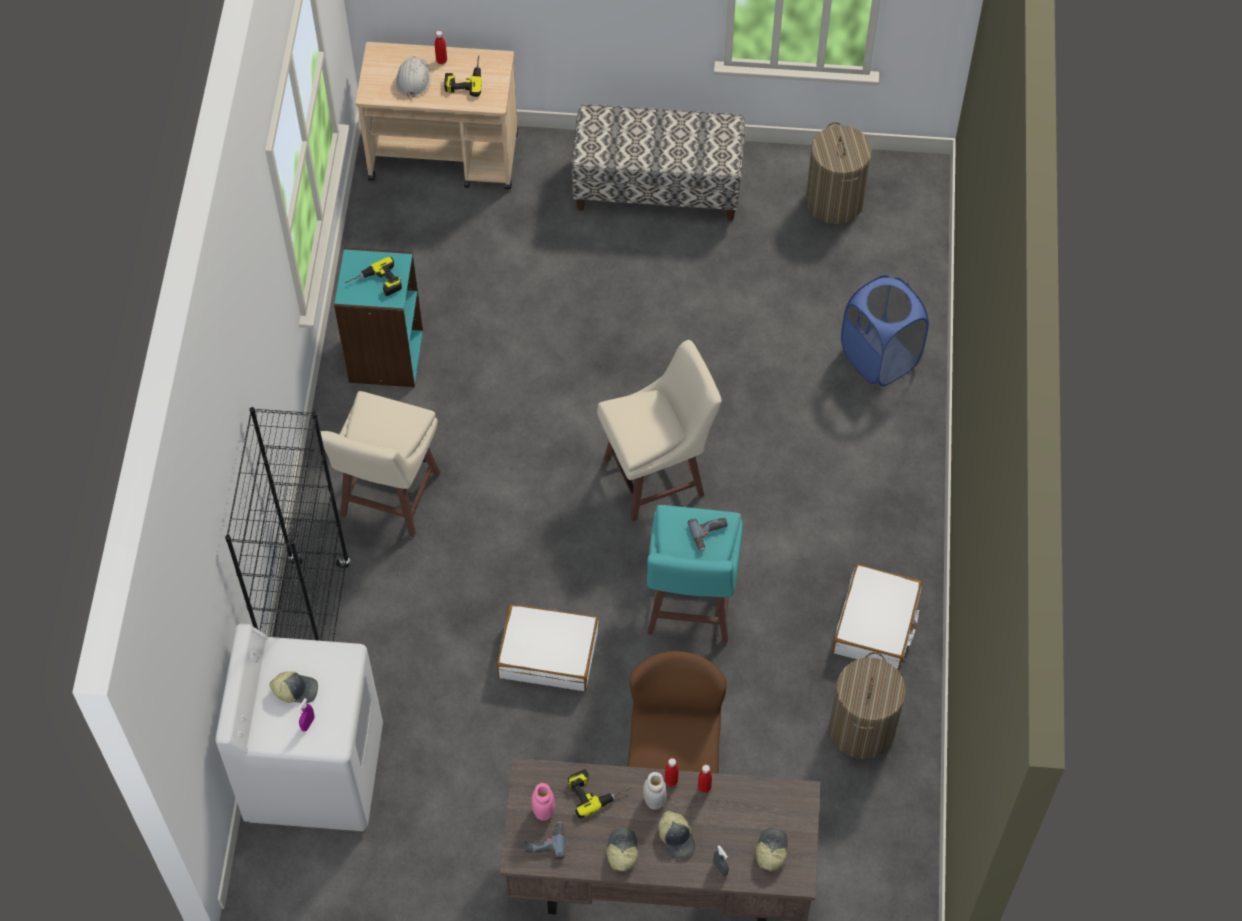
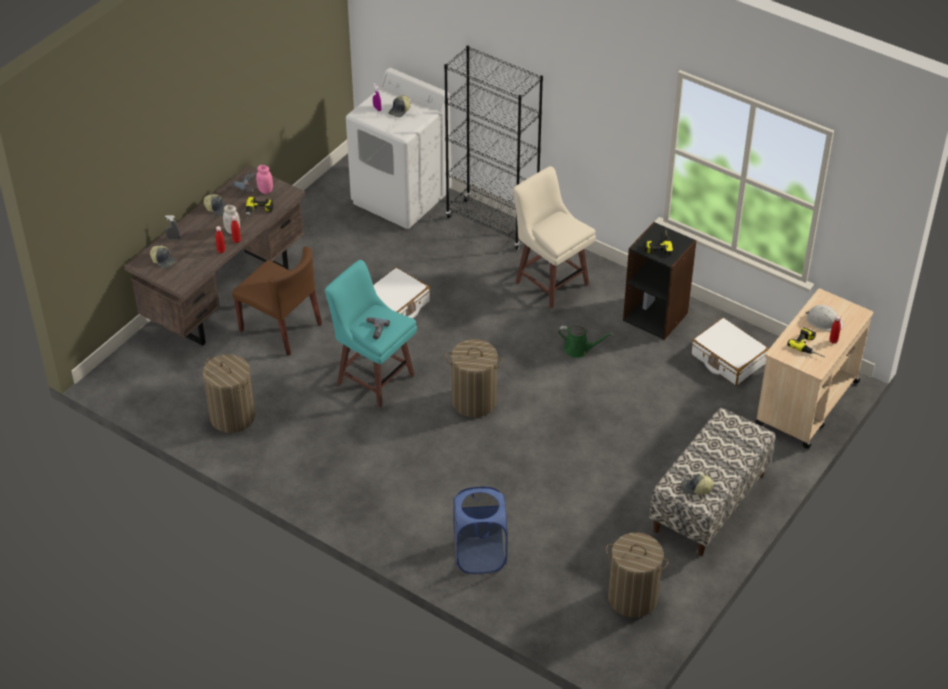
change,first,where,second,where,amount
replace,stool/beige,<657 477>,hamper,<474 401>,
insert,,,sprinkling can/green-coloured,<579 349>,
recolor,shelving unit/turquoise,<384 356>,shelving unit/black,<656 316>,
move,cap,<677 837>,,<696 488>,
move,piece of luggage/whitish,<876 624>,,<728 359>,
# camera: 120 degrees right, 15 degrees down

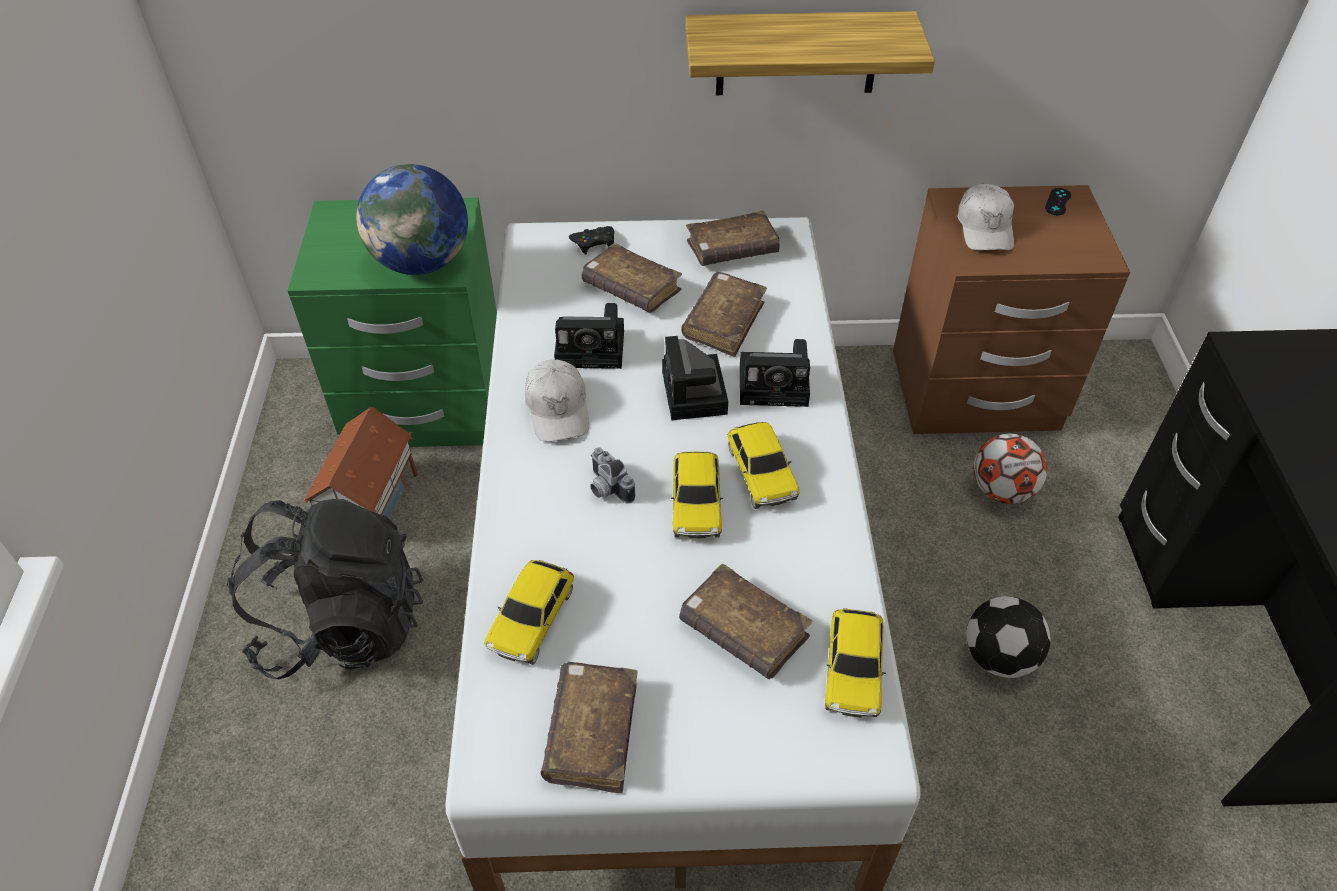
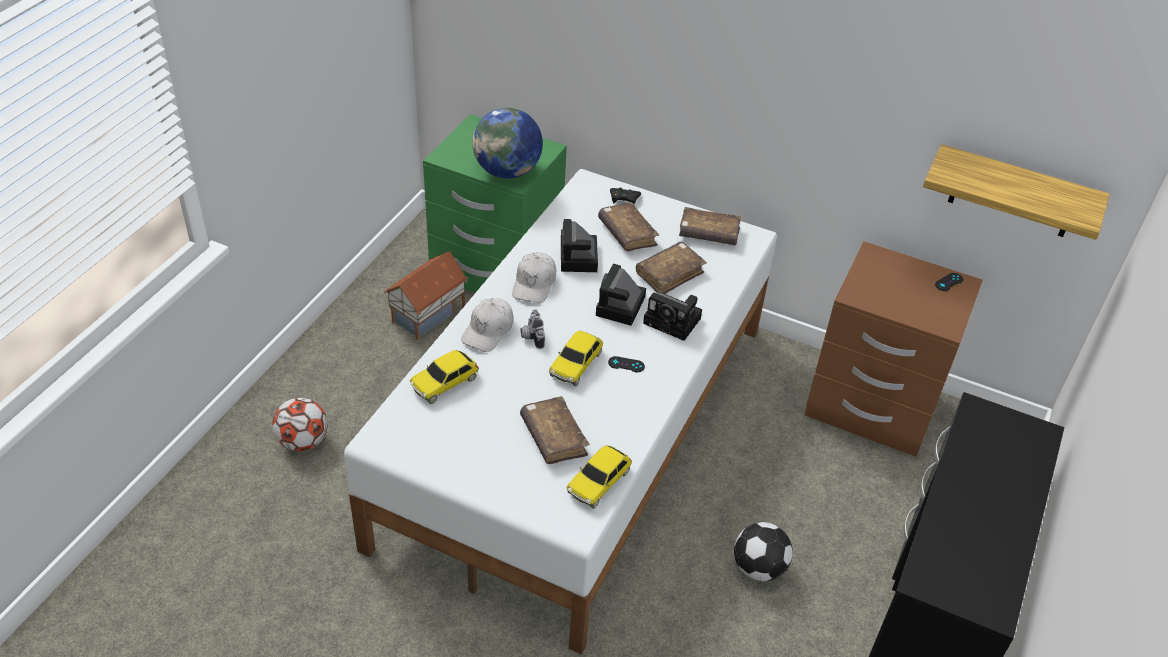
change,first,where,second,where,amount
move,ball for football,<1001 490>,,<303 441>,
move,cap/whitish,<985 228>,,<488 330>,
rotate,photo camera,<594 348>,,<579 259>,60 degrees clockwise
replace,toy car,<761 473>,game controller/black,<626 364>,
move,shelf,<797 53>,,<1014 193>,
delete,knapsack/black,<343 624>,,,
delete,book/brown,<592 733>,,,
# camera: 25 degrees right, 5 degrees down

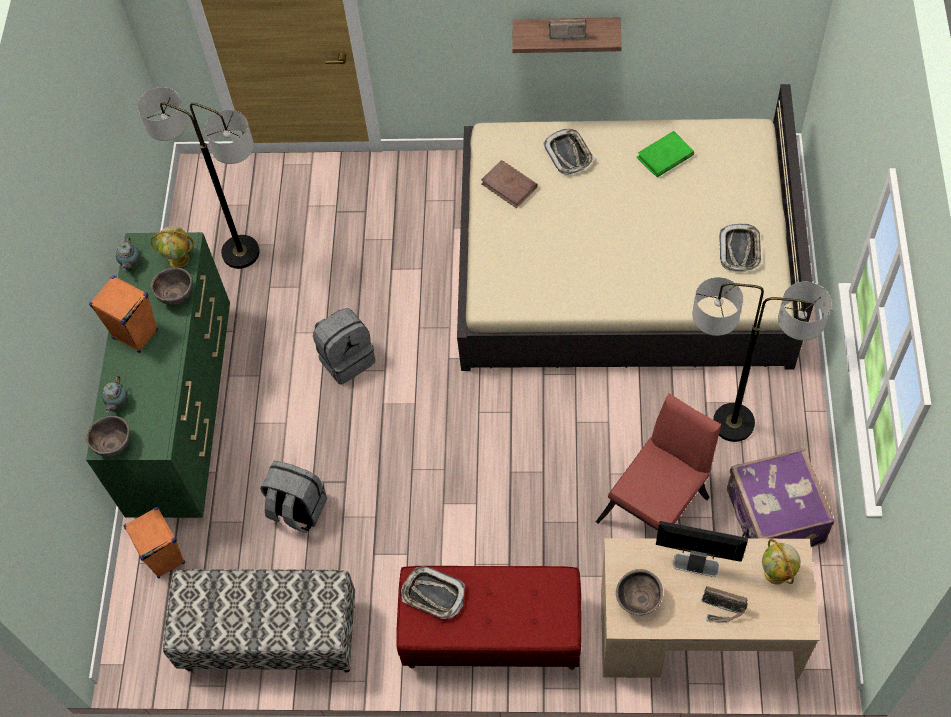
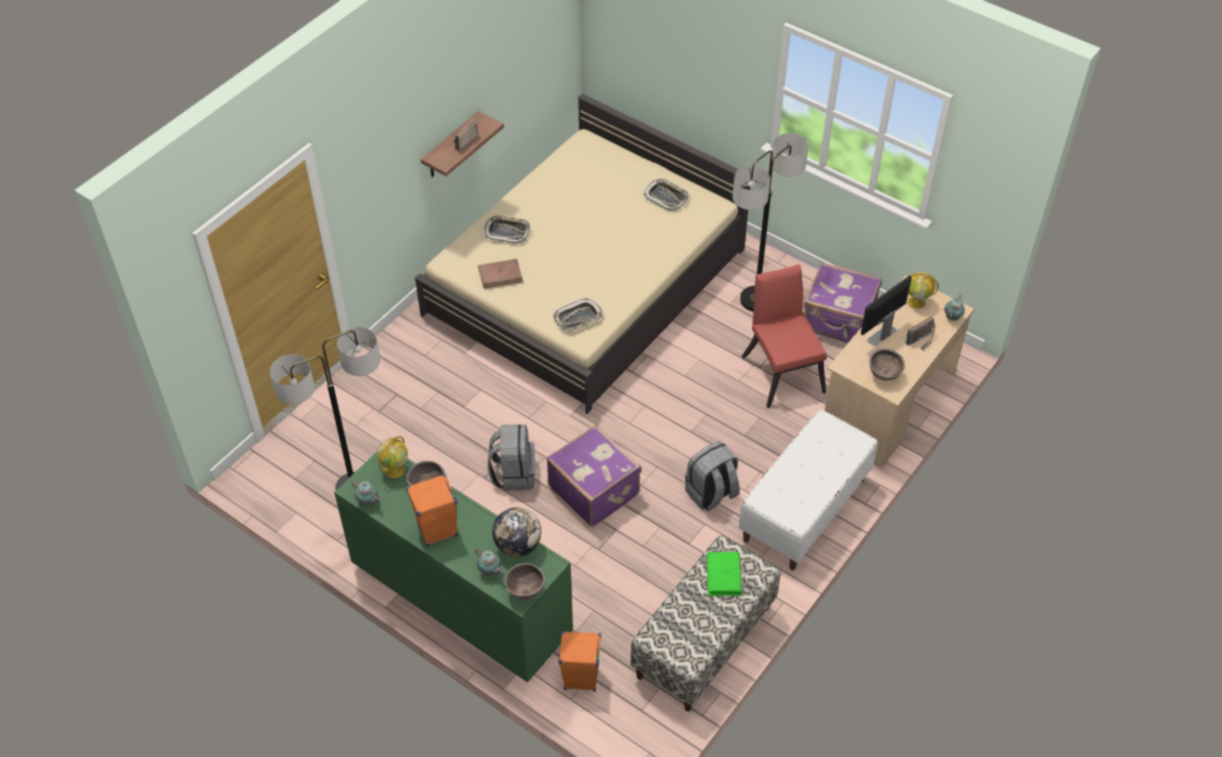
change,first,where,second,where,amount
insert,,,globe,<518 545>,
insert,,,piece of luggage/purple,<594 489>,
move,tray,<433 594>,,<578 318>,
move,knapsack/grey,<297 509>,,<711 494>,
move,book/green-coloured,<665 156>,,<723 576>,
recolor,bench/red-coloured,<491 634>,bench/whitish,<804 510>,
insert,,,pot for tea,<952 317>,
# camera: 60 degrees left, 10 degrees down

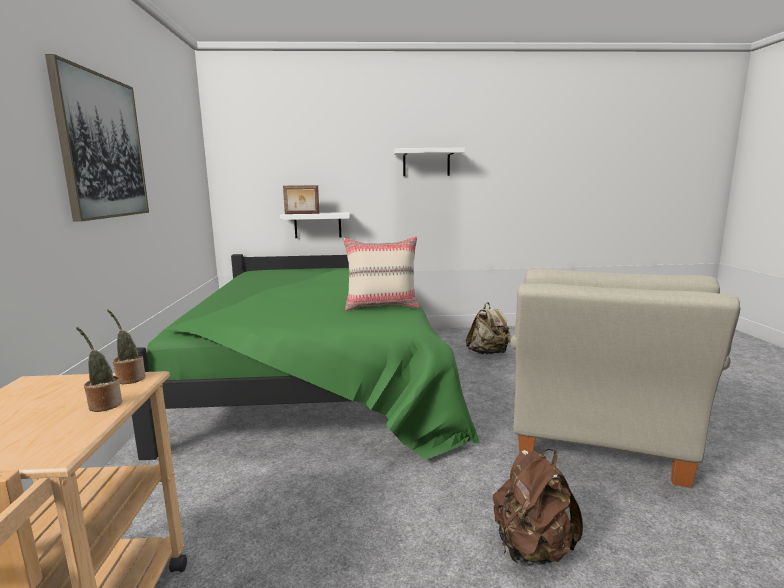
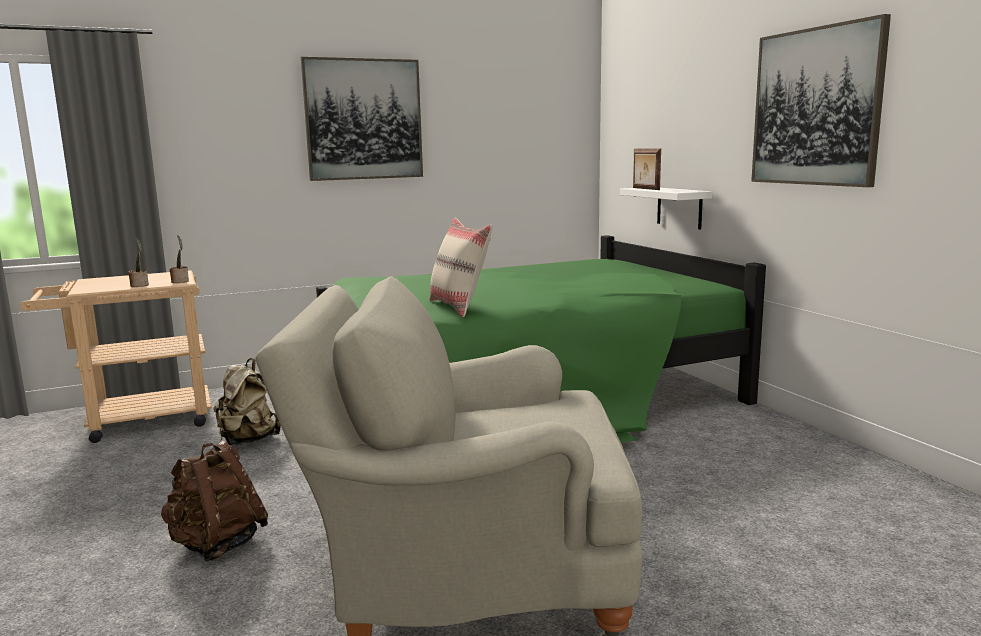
change,first,where,second,where,amount
move,knapsack/beige,<488 353>,,<248 440>,
replace,shelf/whitish,<426 163>,wall picture,<816 107>,
# camera: 70 degrees right, 0 degrees up

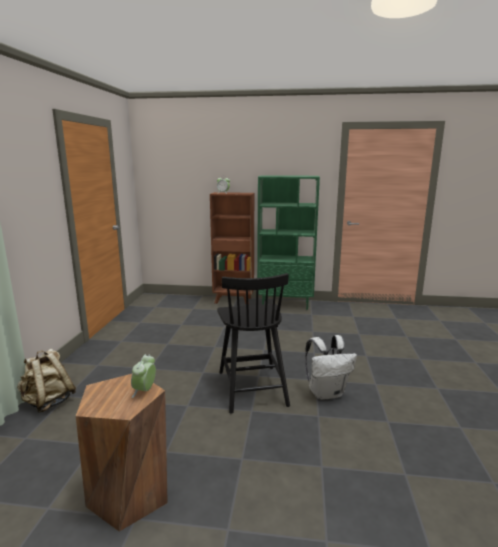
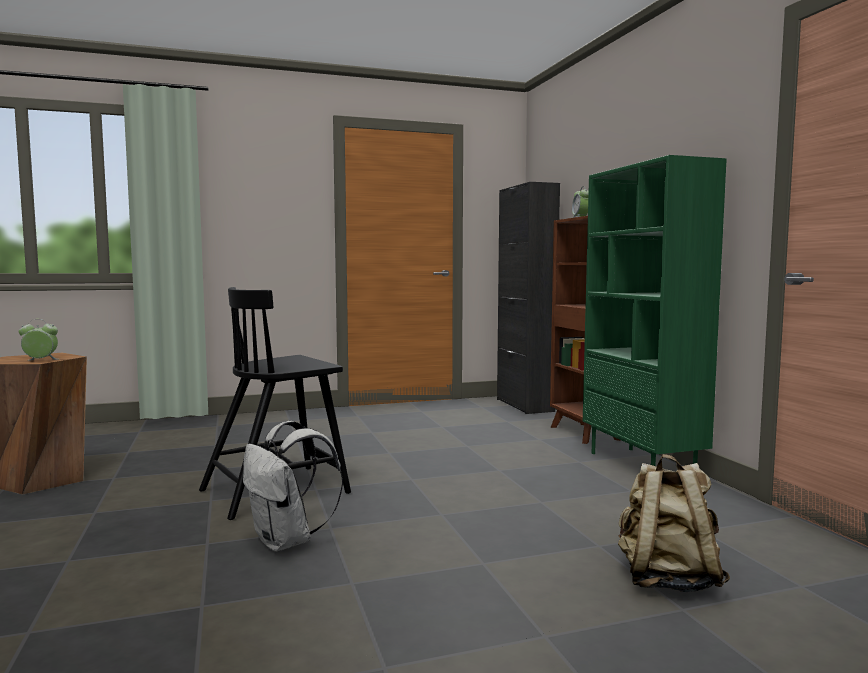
change,first,where,second,where,amount
insert,,,cupboard/black,<524 405>,
move,knapsack/beige,<48 402>,,<667 579>,
# camera: 65 degrees right, 10 degrees down

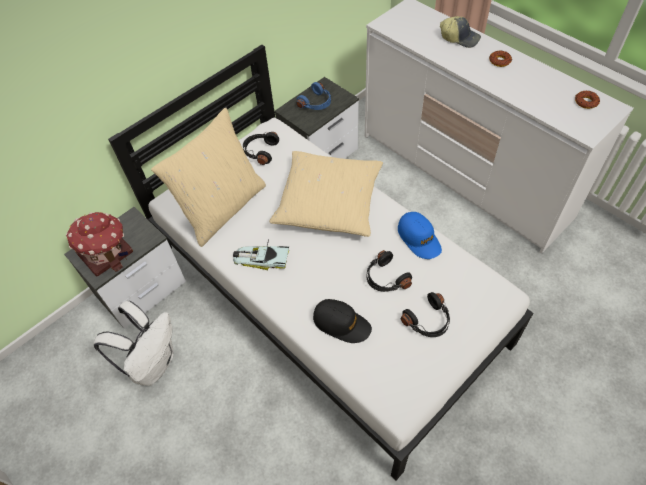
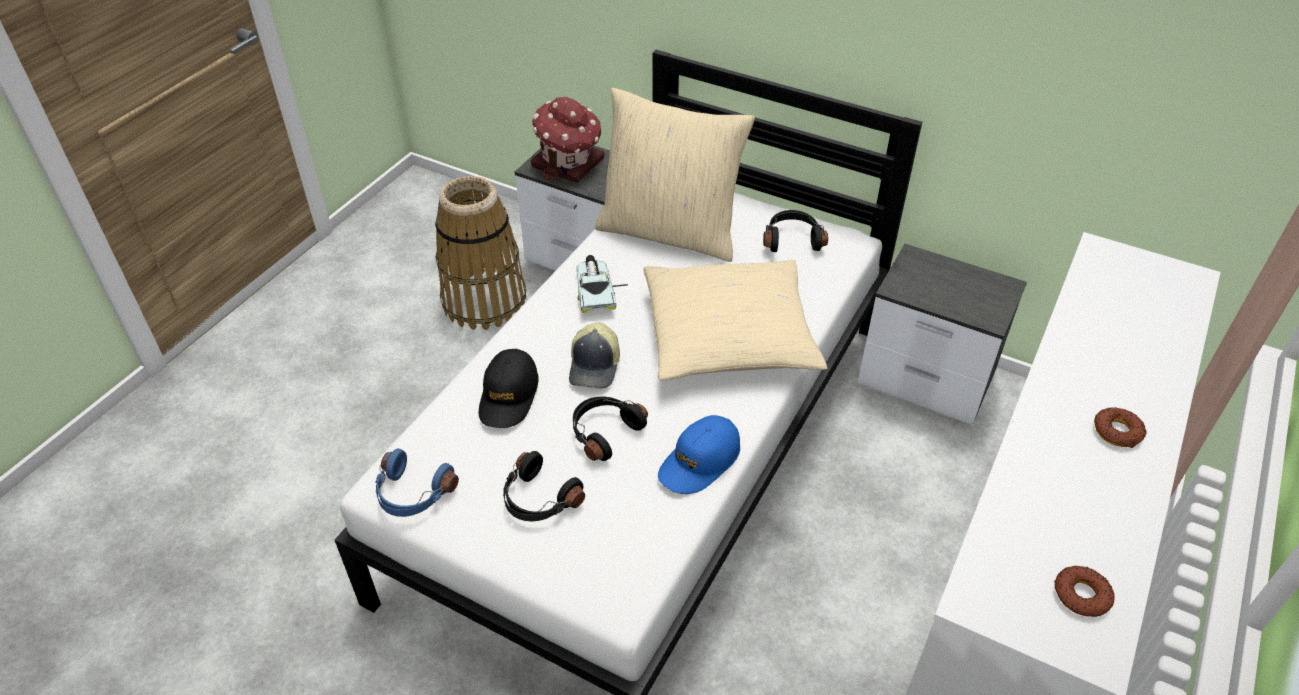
change,first,where,second,where,amount
move,headphones/blue-coloured,<316 103>,,<412 494>,
replace,knapsack/whitish,<153 363>,storage basket,<485 301>,
move,cap,<460 38>,,<595 366>,
# camera: 70 degrees right, 10 degrees down

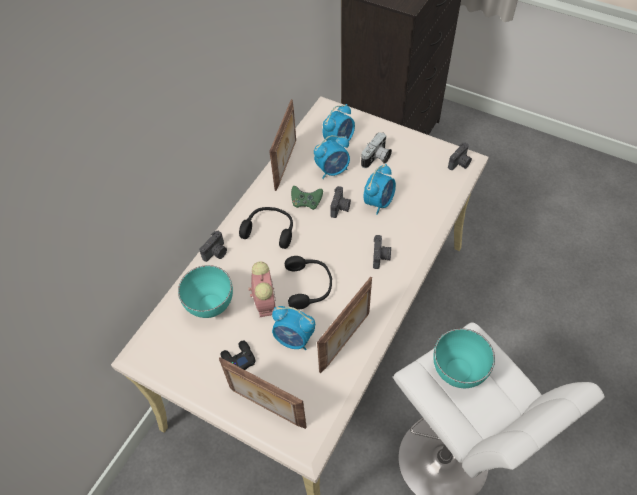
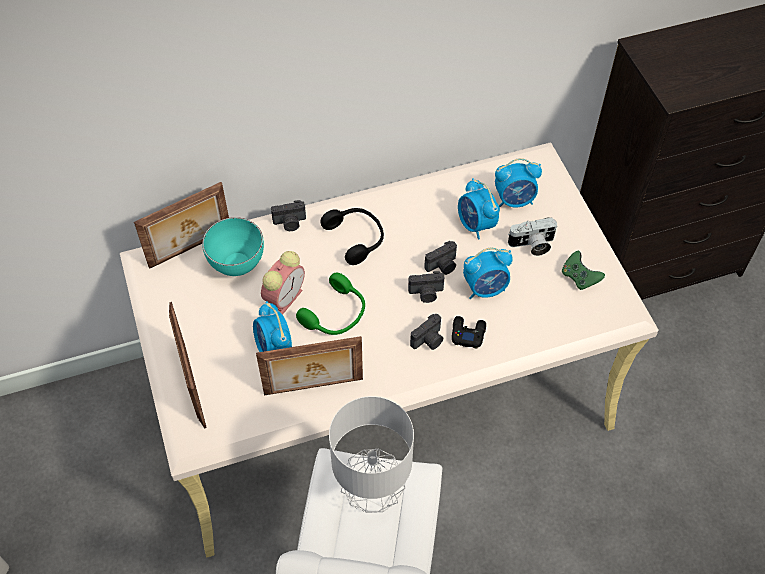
change,first,where,second,where,amount
move,picture frame,<286 164>,,<191 249>,
recolor,headphones/black,<309 286>,headphones/green-coloured,<336 315>,
replace,bowl/turquoise,<458 371>,lamp for a table/grey,<374 493>,
move,photo camera,<460 163>,,<426 293>,
move,game controller/black,<238 358>,,<467 333>,
rotate,bedside clock,<333 170>,,<476 225>,45 degrees clockwise
move,game controller/green-coloured,<306 202>,,<579 277>,
# camera: 40 degrees right, 0 degrees up

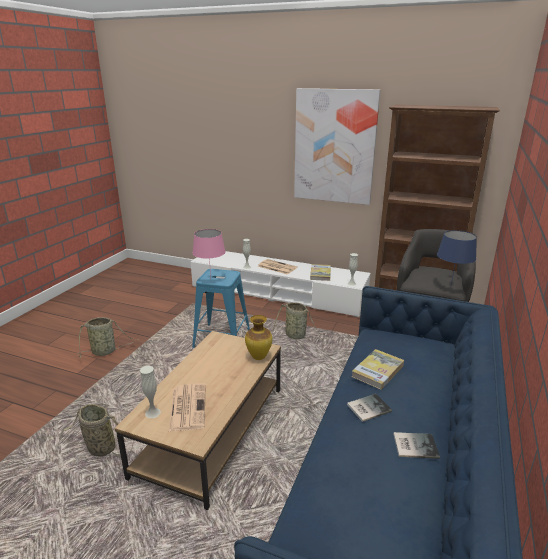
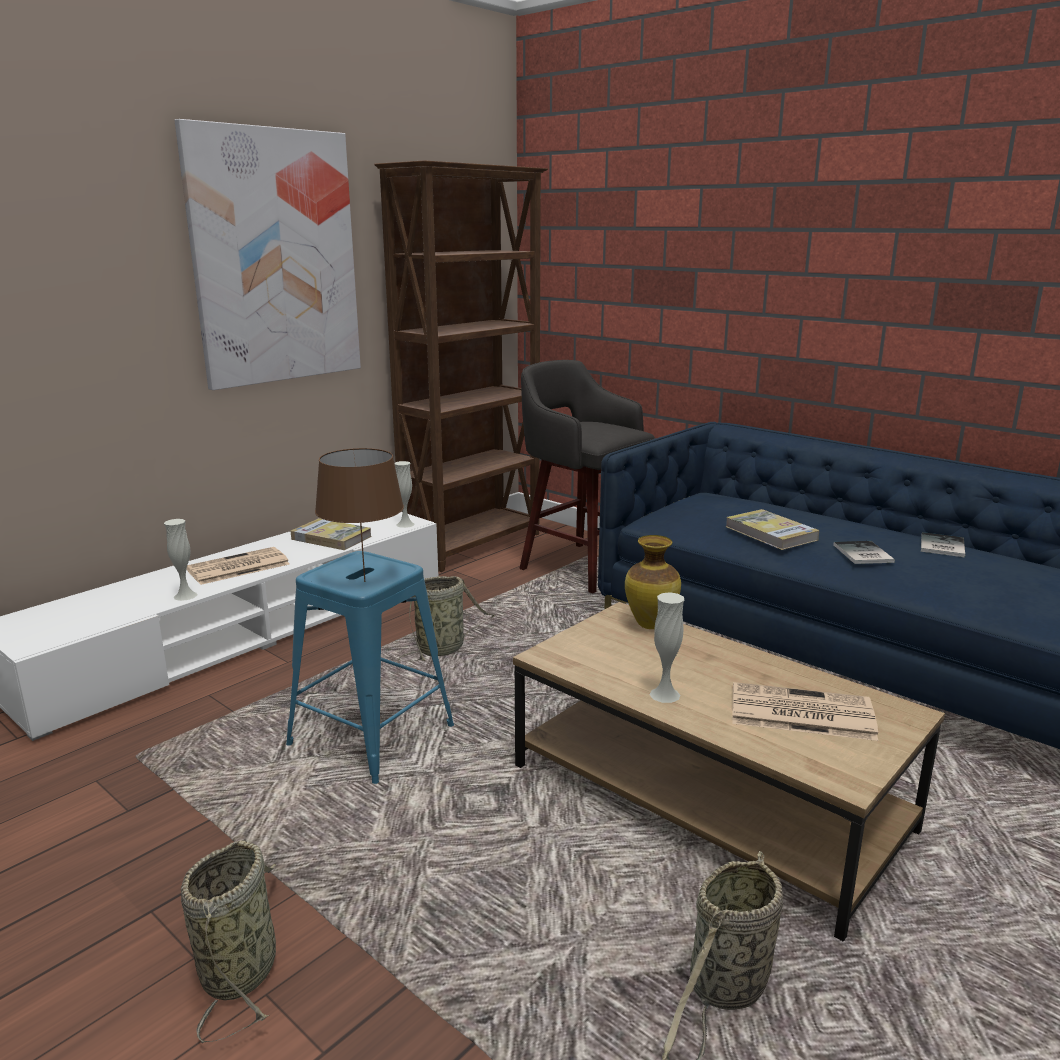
change,first,where,second,where,amount
recolor,lamp for a table/pinkish,<210 279>,lamp for a table/brown,<364 582>,
move,flower vase/whitish,<152 413>,,<664 694>,
delete,lamp for a table/blue-coloured,<450 287>,,,
# camera: 70 degrees left, 5 degrees down

